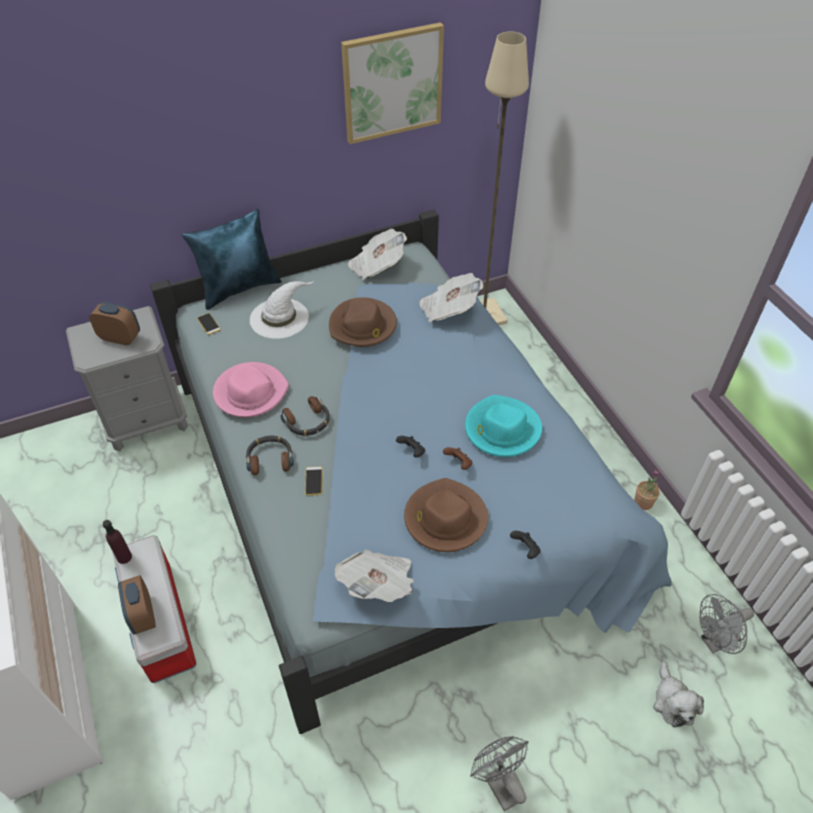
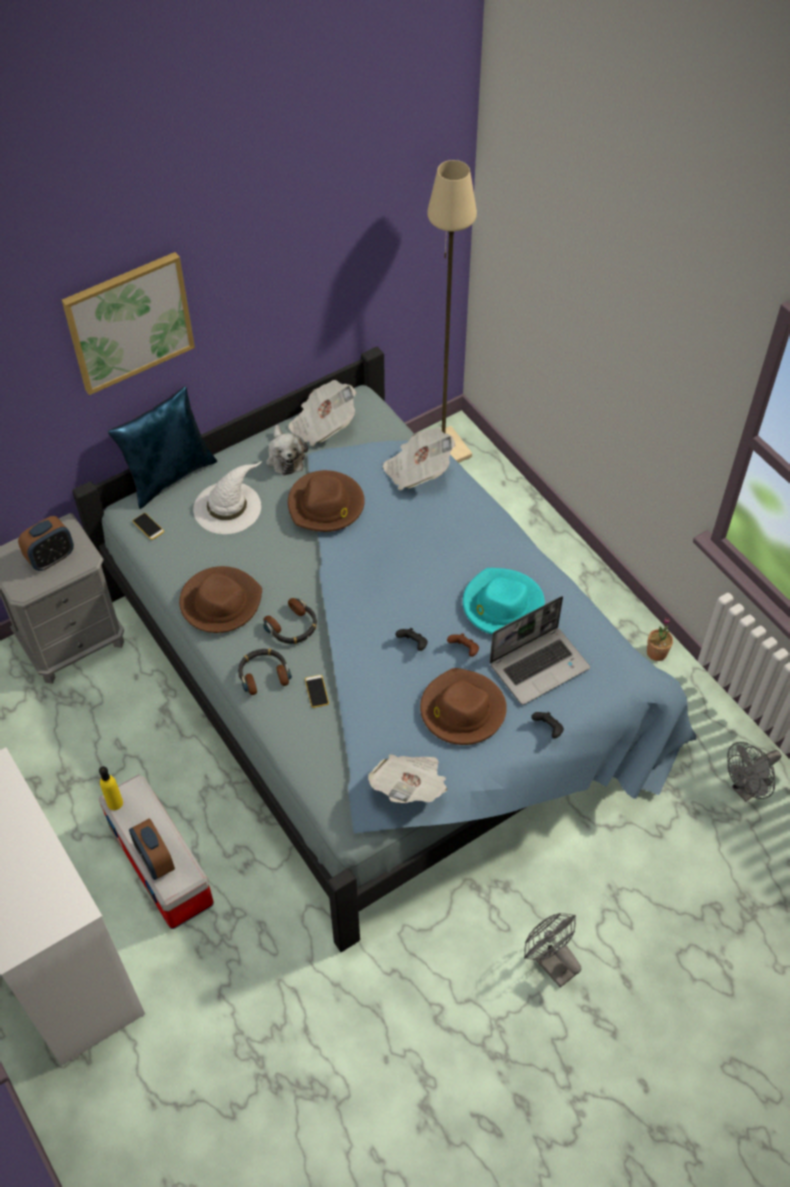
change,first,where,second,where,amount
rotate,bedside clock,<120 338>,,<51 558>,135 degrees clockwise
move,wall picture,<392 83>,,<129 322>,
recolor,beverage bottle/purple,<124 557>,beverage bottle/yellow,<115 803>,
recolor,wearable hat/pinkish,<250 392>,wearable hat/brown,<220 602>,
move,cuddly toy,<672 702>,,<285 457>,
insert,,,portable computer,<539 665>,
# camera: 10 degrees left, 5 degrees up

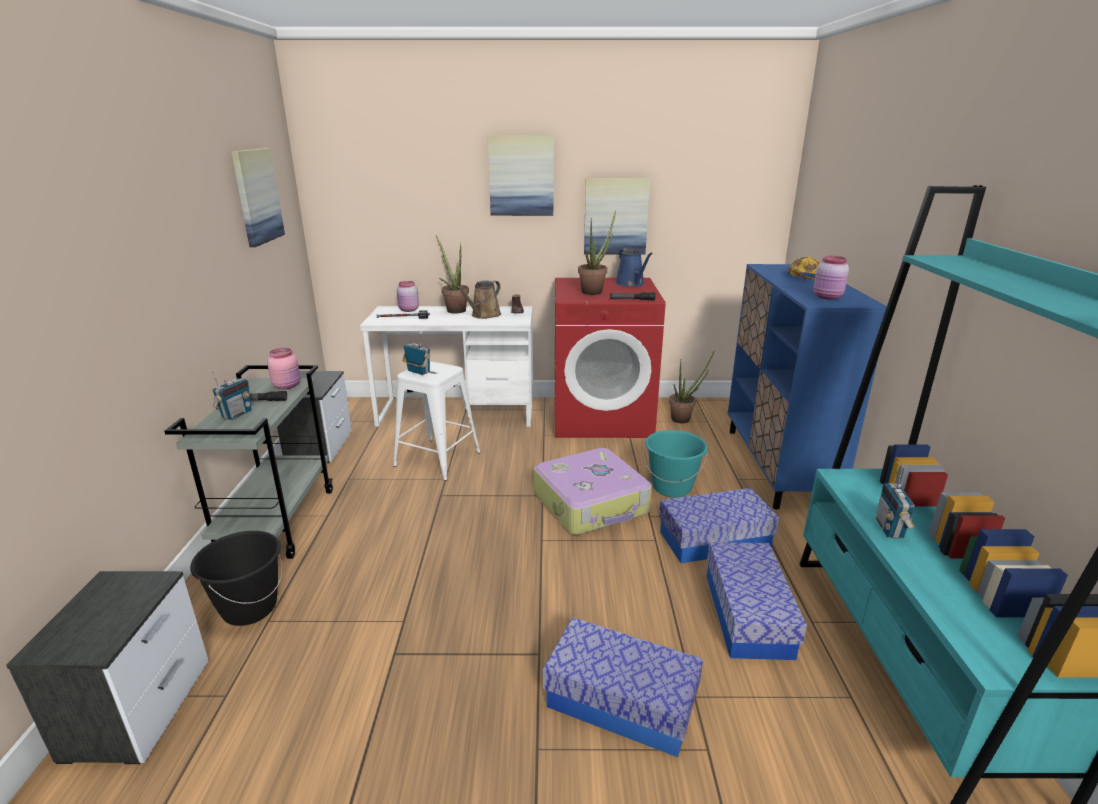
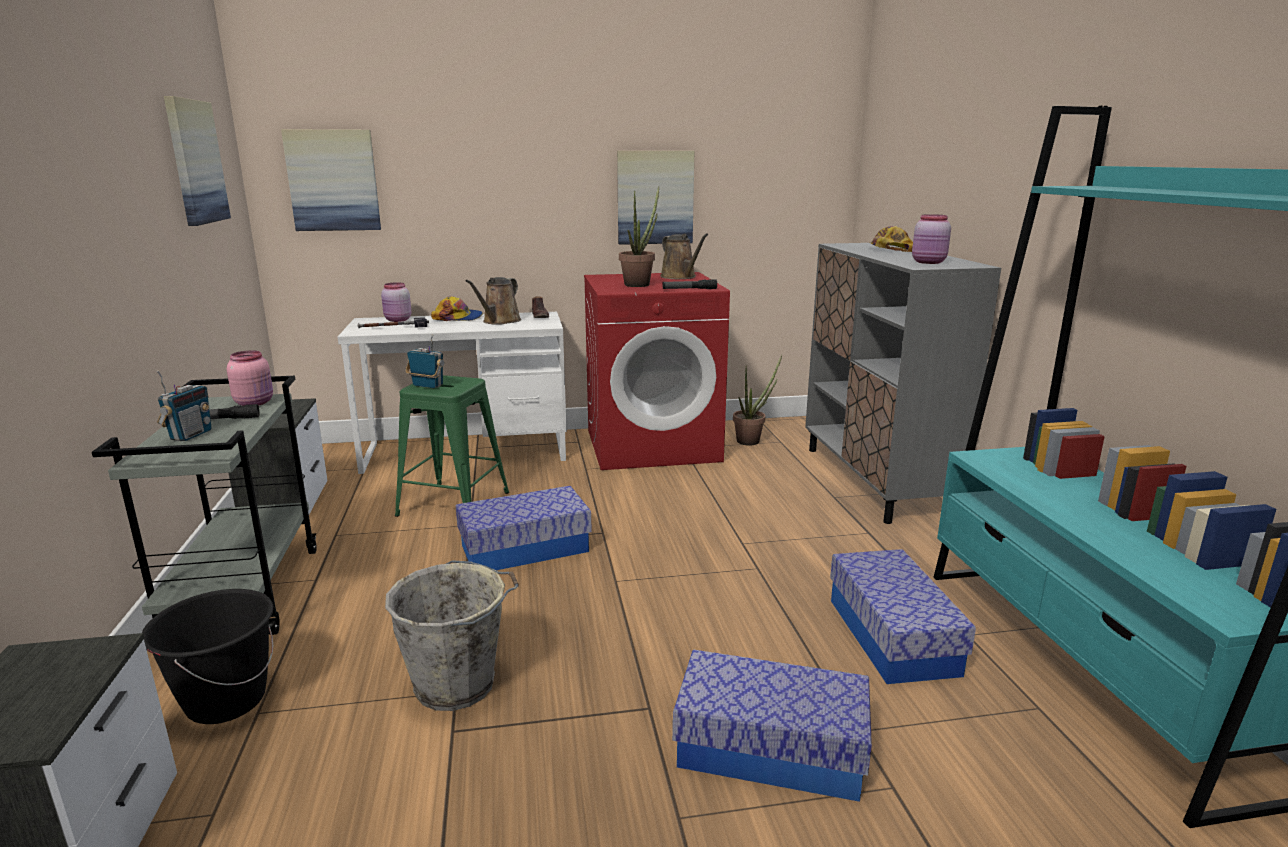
change,first,where,second,where,amount
move,wall picture,<521 176>,,<333 180>,
insert,,,water bucket/grey,<458 684>,
recolor,stool/whitish,<437 459>,stool/green-coloured,<454 504>,
replace,houseplant,<454 309>,cap,<458 318>,
move,storage bin,<714 540>,,<525 548>,
recolor,sprinkling can/blue-coloured,<631 284>,sprinkling can/brown,<680 277>,
recolor,cupboard/blue-coloured,<777 466>,cupboard/grey,<875 481>,
delete,piece of luggage,<591 503>,,,
delete,water bucket/turquoise,<672 487>,,,
delete,radio receiver,<890 529>,,,
# camera: 10 degrees left, 5 degrees down

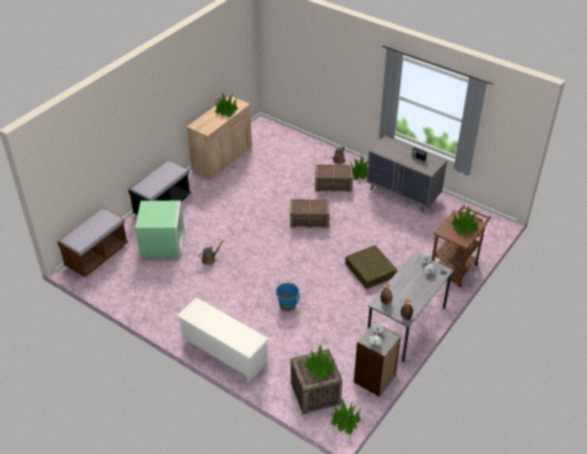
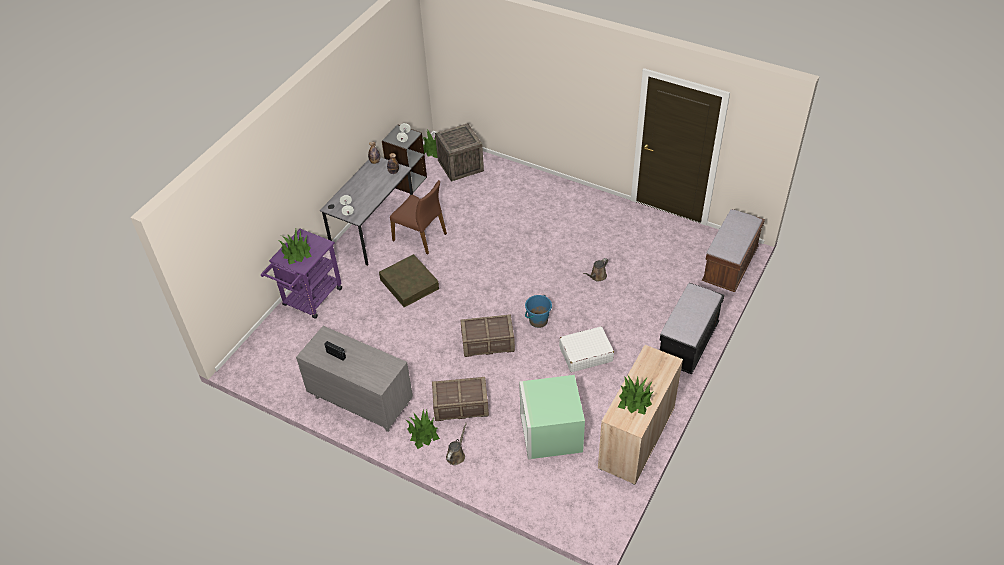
change,first,where,second,where,amount
recolor,wheeled cart/brown,<455 266>,wheeled cart/purple,<309 300>,
insert,,,upright chair/brown,<420 236>,
move,storage bin/green-coloured,<163 244>,,<550 432>,
move,water bucket/blue-coloured,<287 305>,,<538 321>,
insert,,,piece of luggage/whitish,<585 354>,
delete,shoe shelf/whitish,<224 353>,,,
delete,houseplant,<319 367>,,,
# camera: 175 degrees right, 5 degrees up

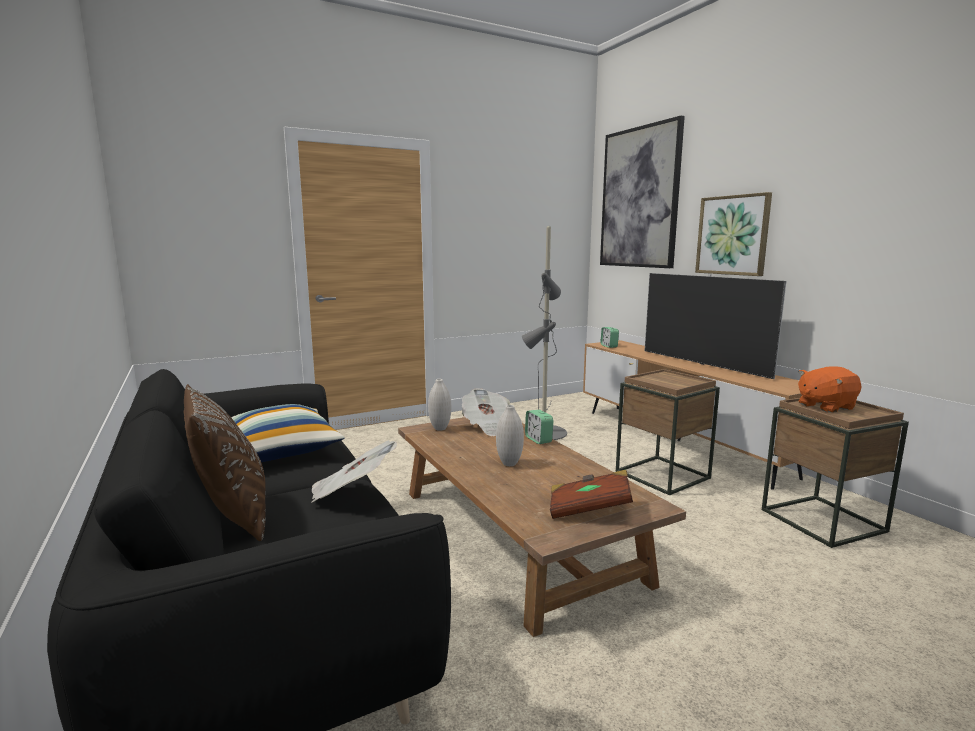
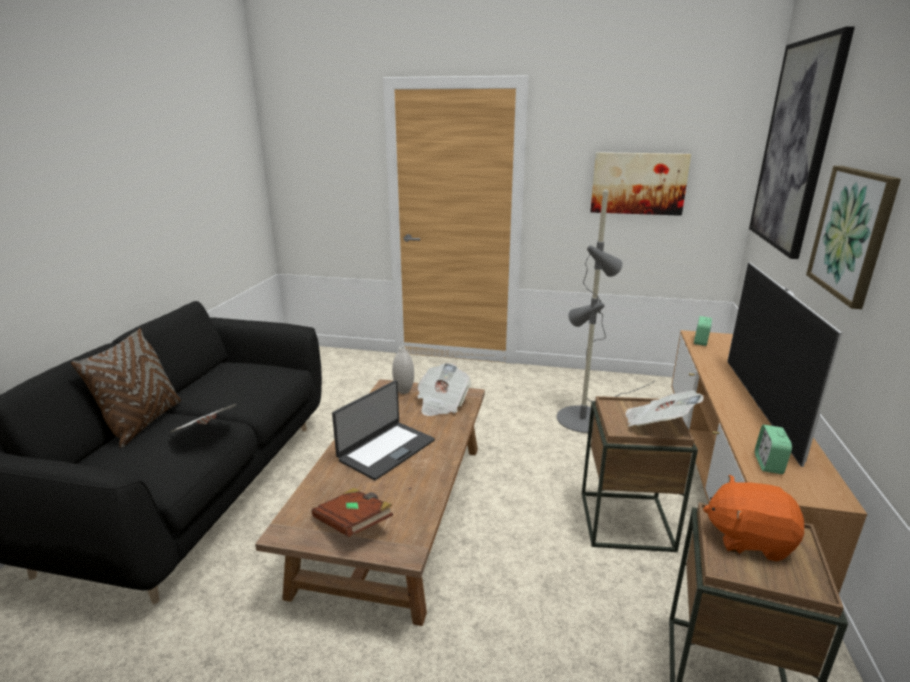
change,first,where,second,where,amount
replace,flower vase/whitish,<509 463>,portable computer,<386 450>,
insert,,,wall picture,<638 183>,
insert,,,daily paper,<657 424>,
move,bedside clock,<538 440>,,<768 464>,
delete,throw pillow,<277 450>,,,
# camera: 40 degrees right, 10 degrees up

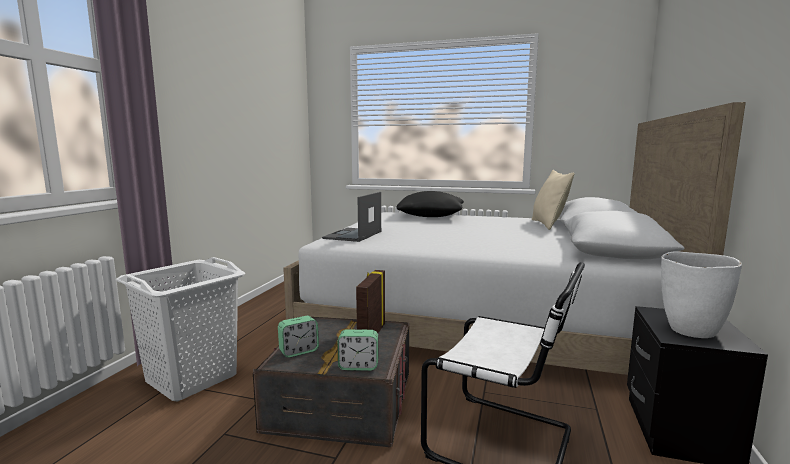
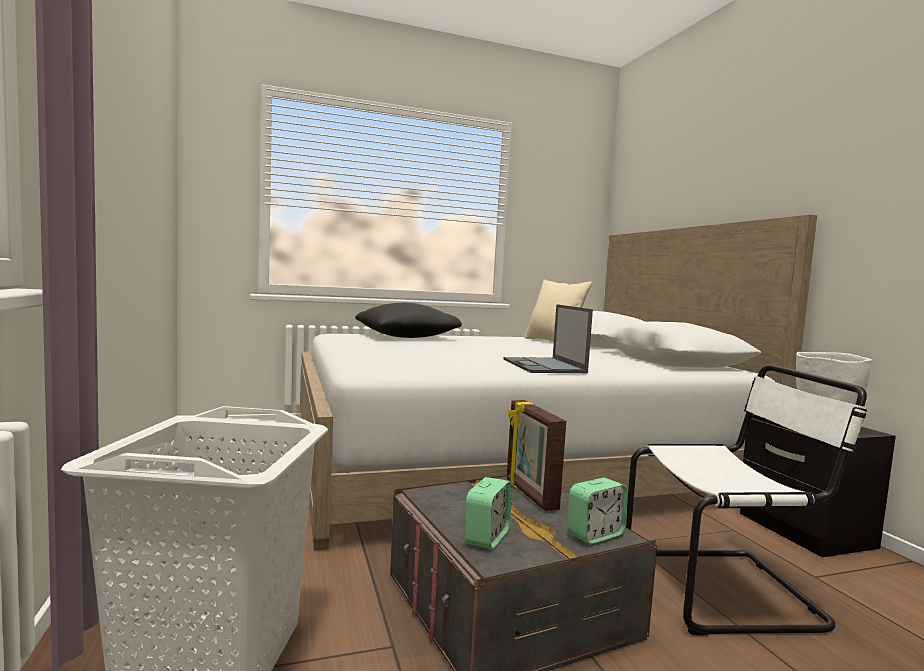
change,first,where,second,where,amount
move,portable computer,<353 235>,,<544 366>,
# camera: 35 degrees left, 5 degrees down

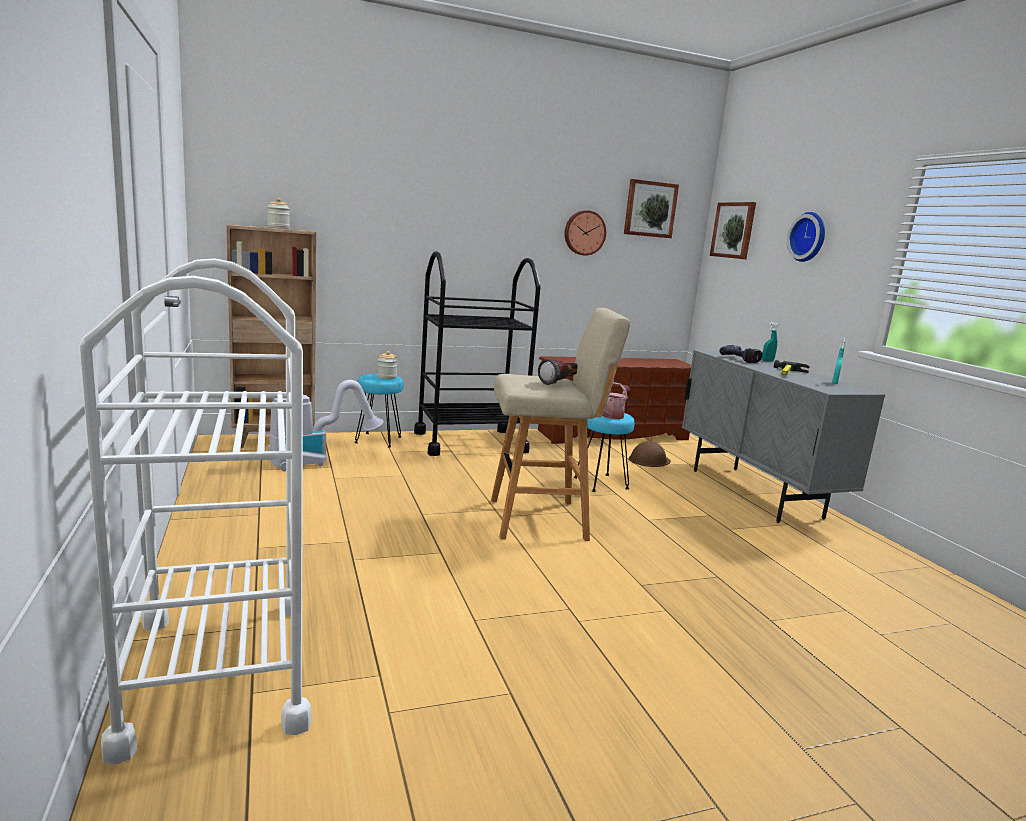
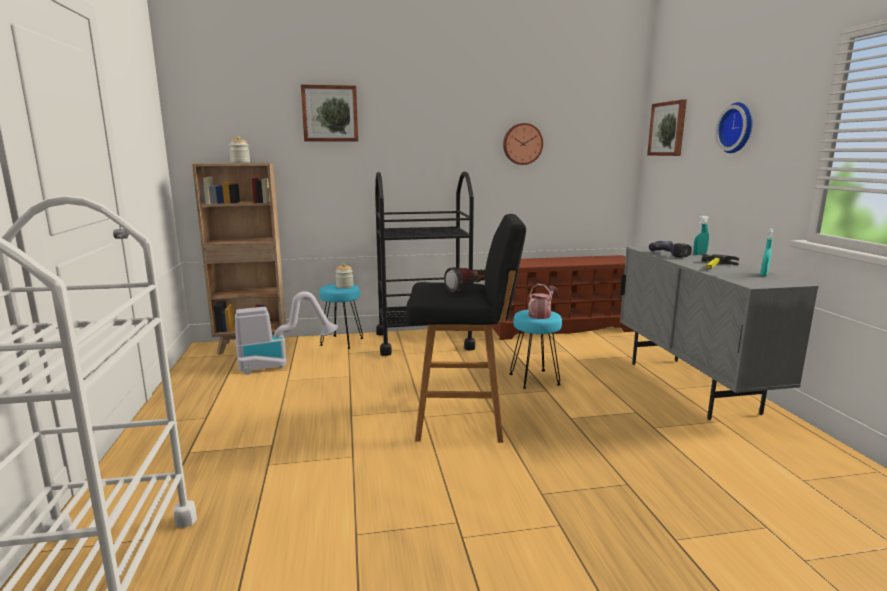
change,first,where,second,where,amount
move,wall picture,<650 209>,,<330 113>,
recolor,stool/beige,<542 519>,stool/black,<463 419>,
delete,safety helmet/brown,<649 460>,,,
# camera: 10 degrees right, 0 degrees up

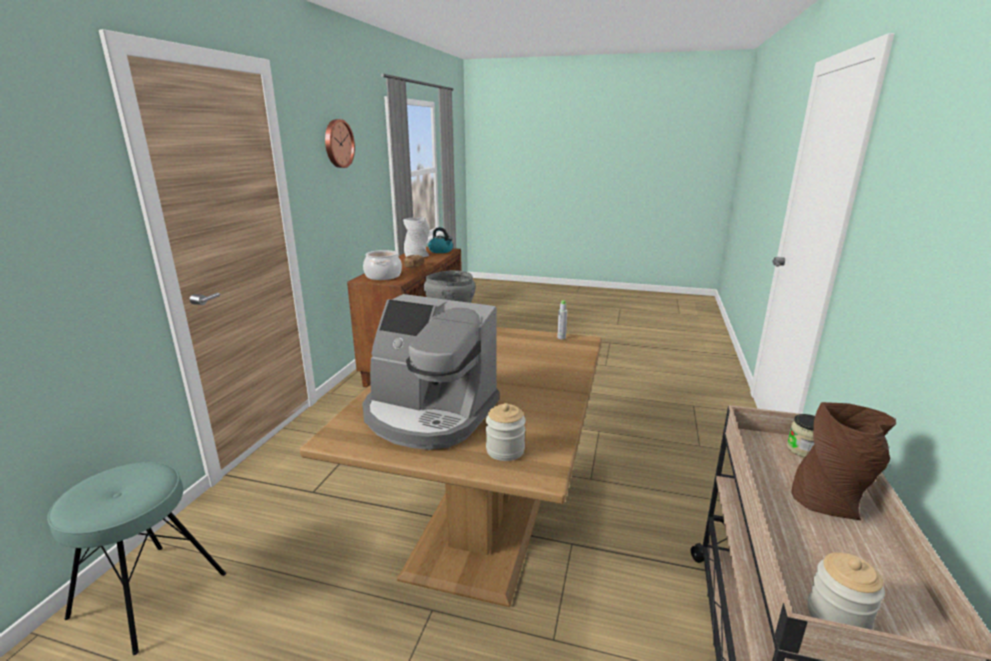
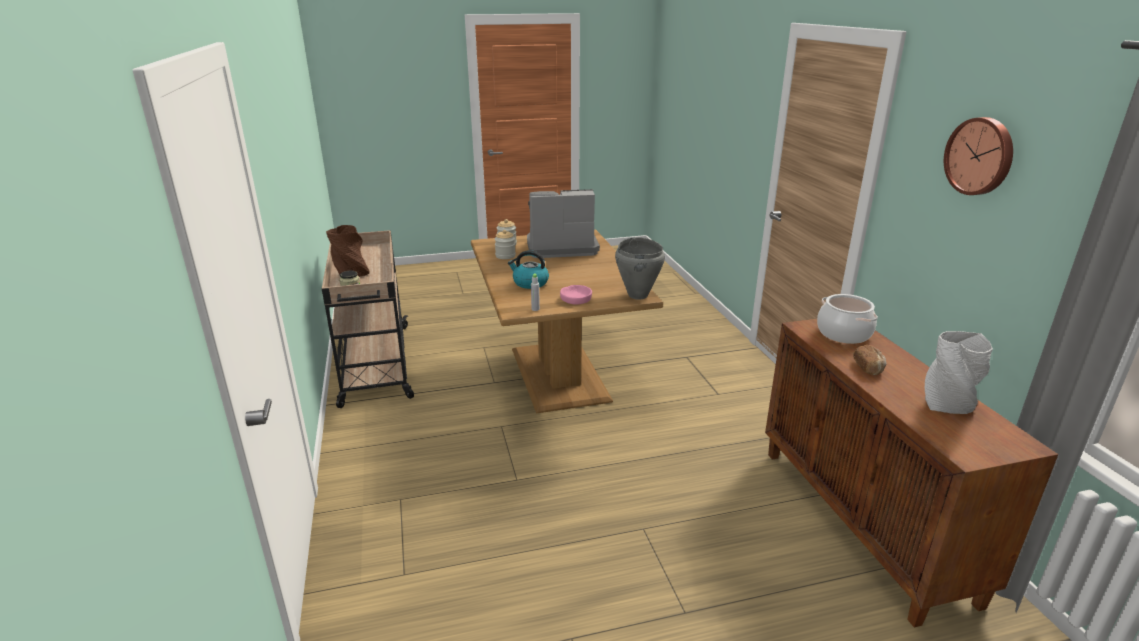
change,first,where,second,where,amount
move,storage jar,<837 617>,,<505 256>,
move,kettle,<441 251>,,<530 283>,
insert,,,bowl/pinkish,<576 298>,
delete,stool/turquoise,<149 595>,,,
# camera: 150 degrees right, 5 degrees up

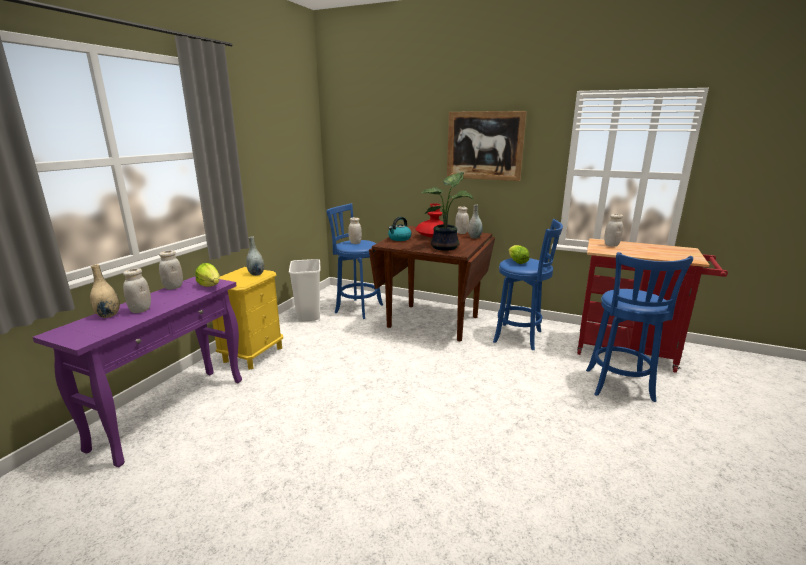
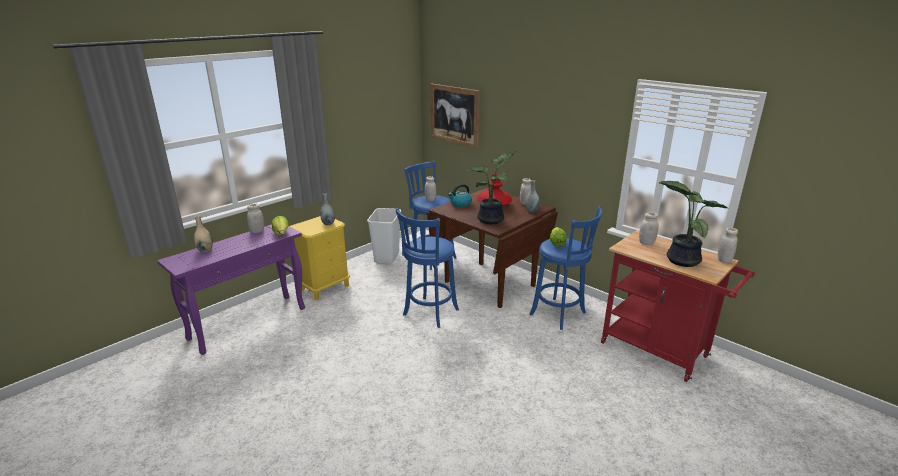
change,first,where,second,where,amount
move,stool/blue-coloured,<619 387>,,<429 313>,
move,wall picture,<484 146>,,<454 115>,
insert,,,houseplant,<680 260>,
move,storage jar/whitish,<140 310>,,<724 260>,
# camera: 20 degrees right, 5 degrees up

